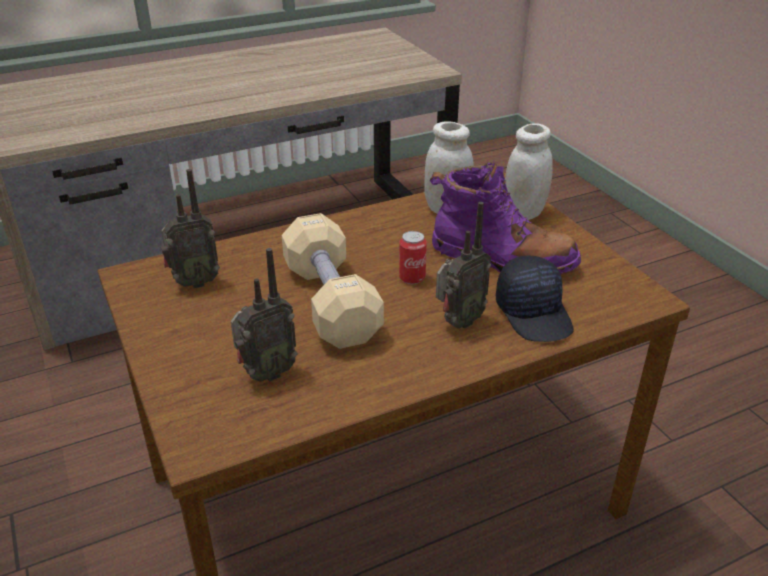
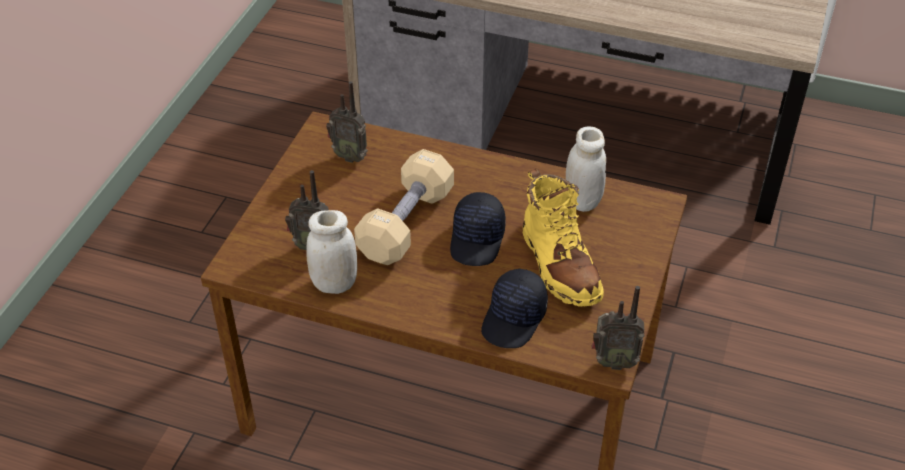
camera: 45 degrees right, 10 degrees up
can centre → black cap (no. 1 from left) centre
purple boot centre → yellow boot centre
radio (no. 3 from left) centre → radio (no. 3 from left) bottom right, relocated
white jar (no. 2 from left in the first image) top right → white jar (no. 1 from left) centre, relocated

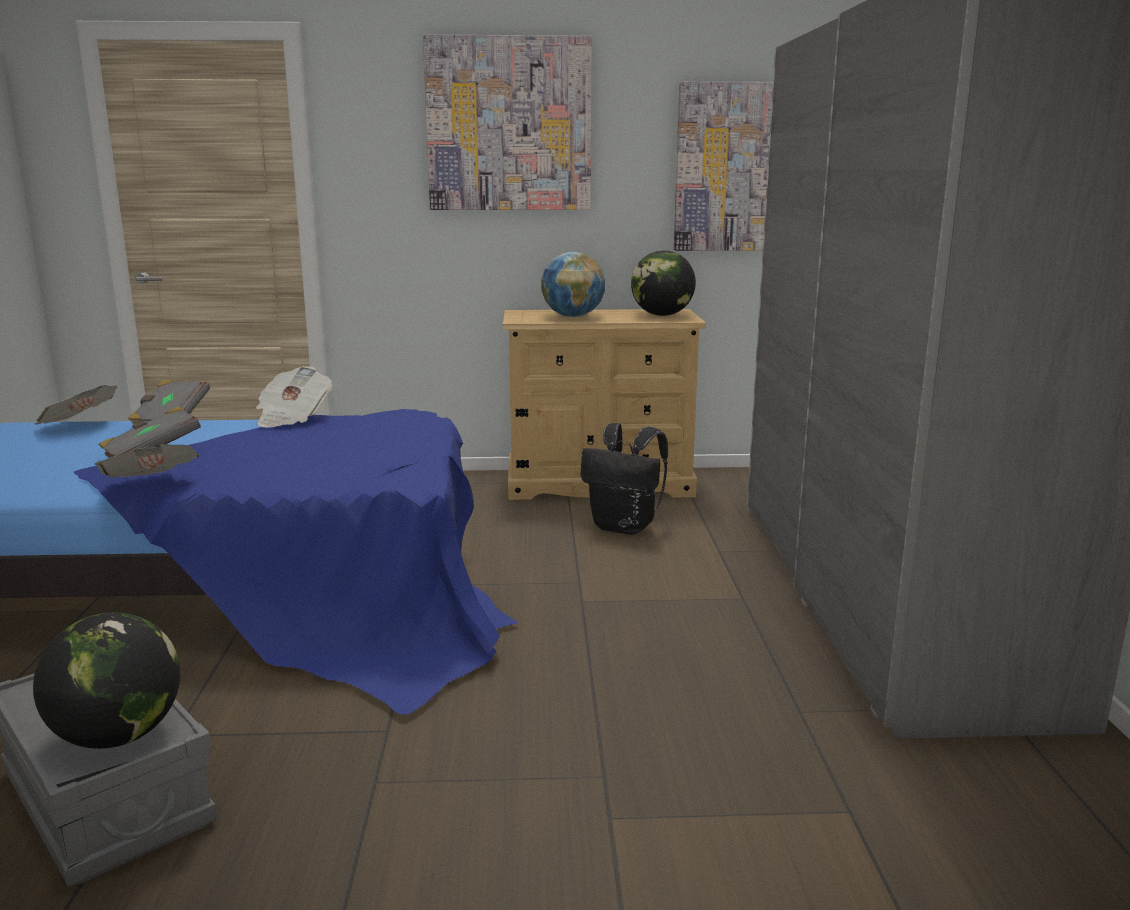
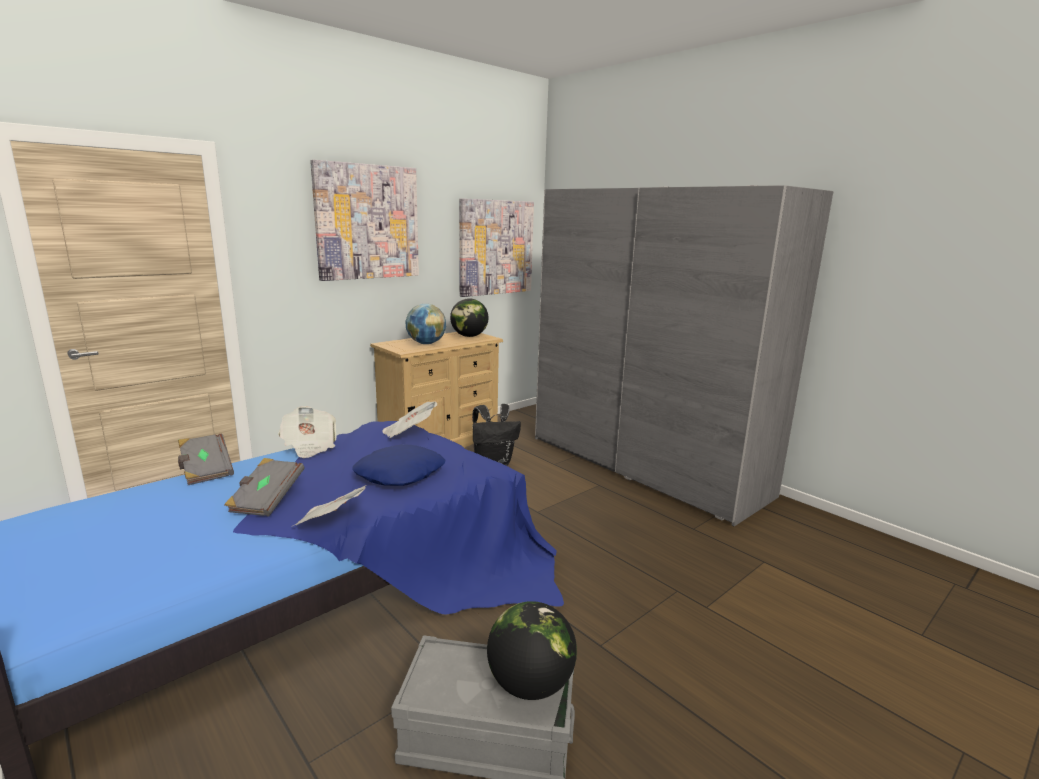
camera: 40 degrees left, 0 degrees up
newspaper (no. 1 from left in the first image) middle left → newspaper (no. 3 from left) centre, relocated
- → blue pillow centre

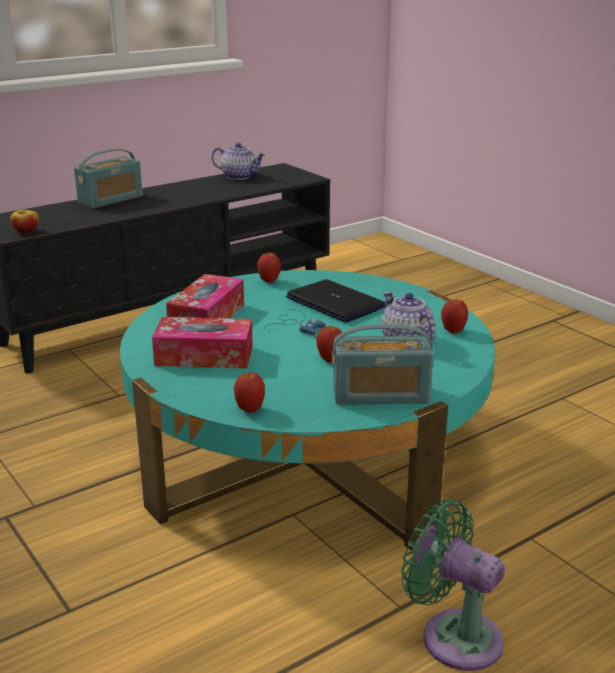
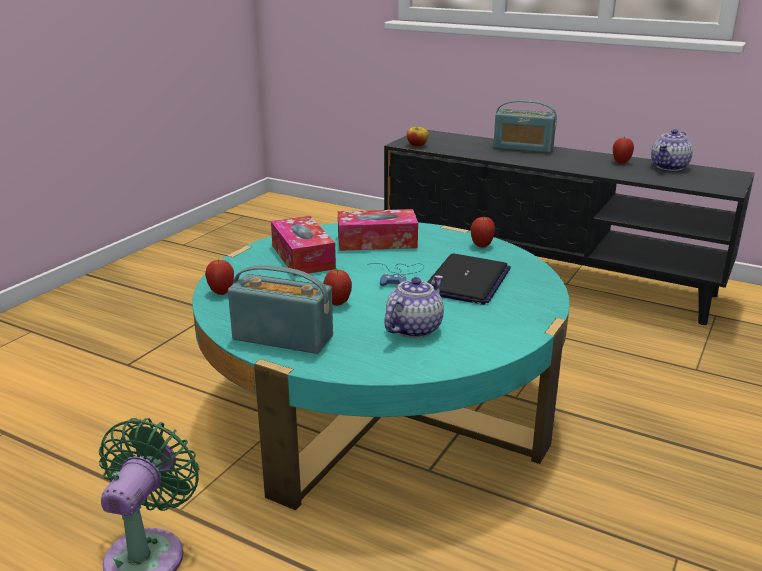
camera: 65 degrees right, 0 degrees up
teapot (no. 1 from left in the first image) top centre → teapot (no. 2 from left) top right, 45 degrees clockwise
radio (no. 2 from left in the first image) centre → radio (no. 1 from left) centre, 135 degrees clockwise
apple (no. 5 from left) middle right → apple (no. 5 from left) top right, relocated

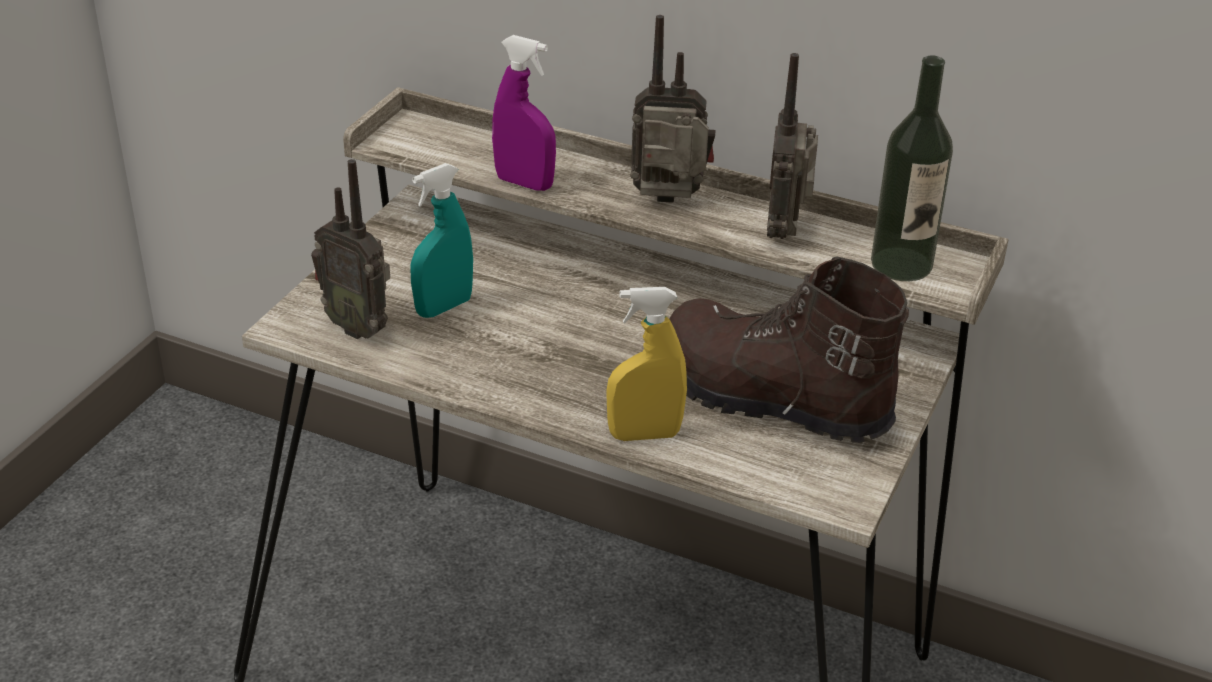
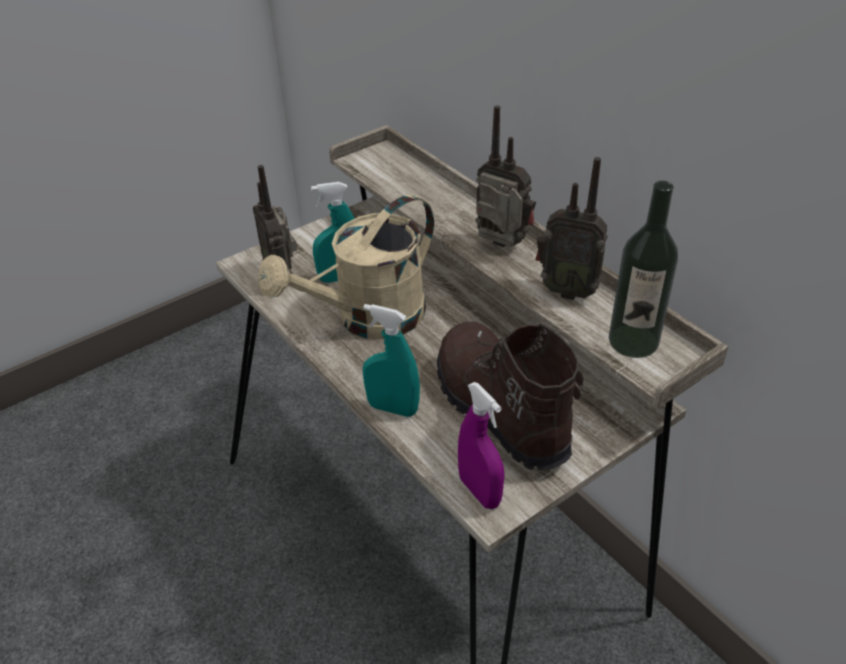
camera: 30 degrees right, 5 degrees up
purple spray bottle top centre → purple spray bottle bottom centre, relocated
yellow spray bottle centre → turquoise spray bottle (no. 2 from left) centre
radio (no. 3 from left) top centre → radio (no. 3 from left) middle right, 105 degrees counterclockwise
- → beige watering can centre

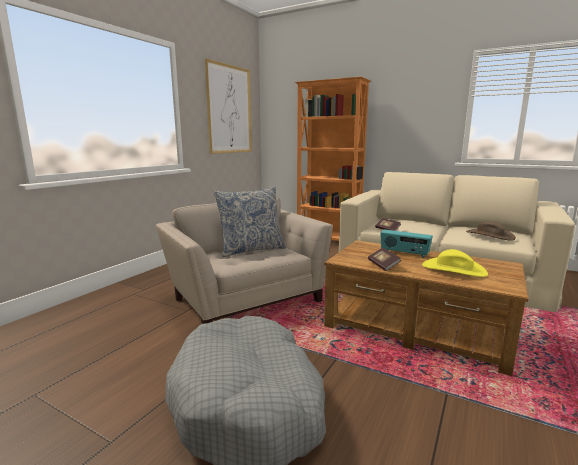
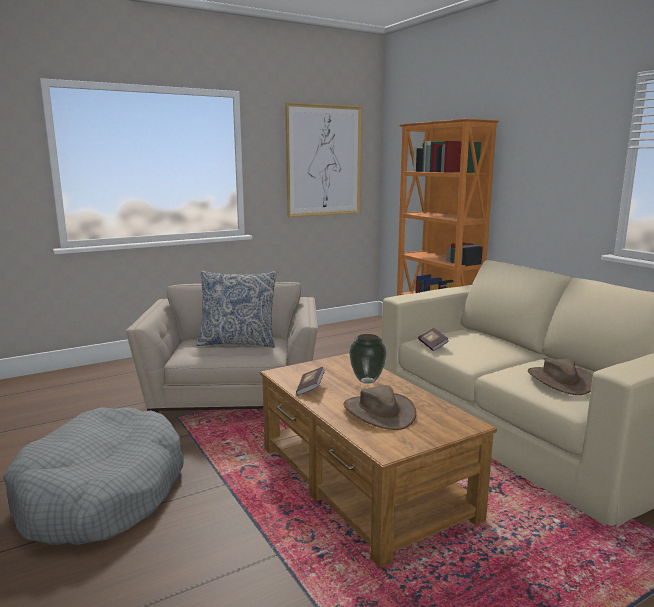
camera: 30 degrees right, 0 degrees up
radio middle right → vase centre
yellow hat middle right → brown hat (no. 1 from left) bottom centre

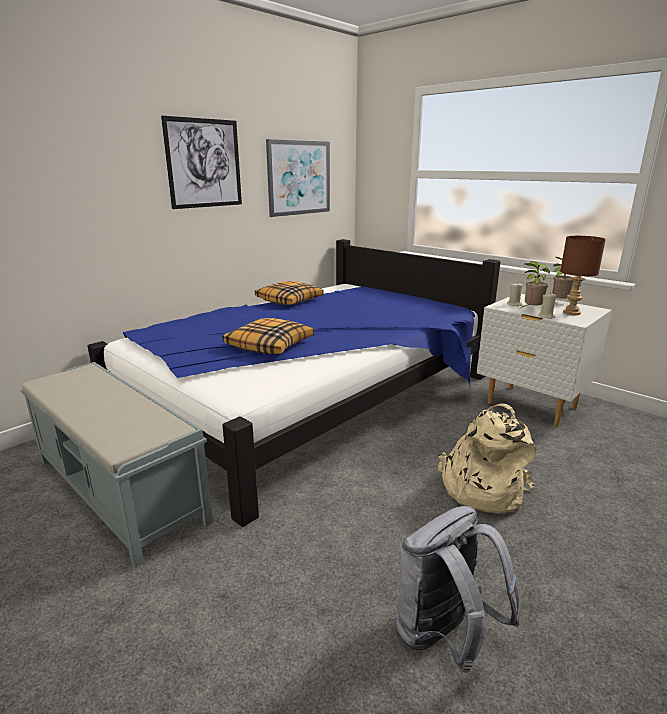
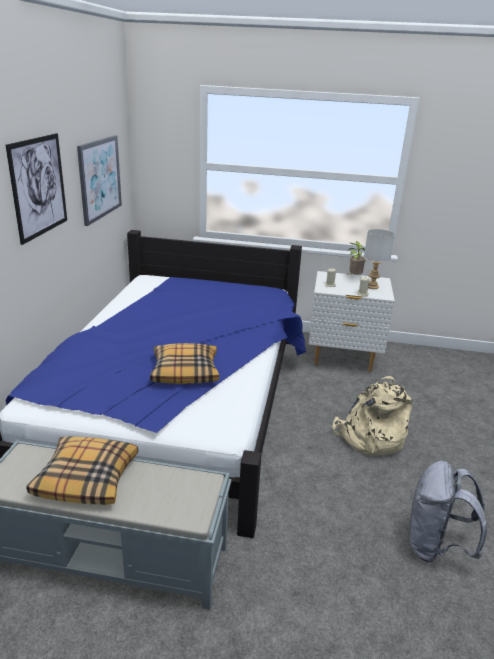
camera: 35 degrees left, 5 degrees up
pillow (no. 2 from left in the first image) centre → pillow (no. 1 from left) bottom left, relocated
potted plant (no. 1 from left) middle right → -
brown table lamp middle right → grey table lamp middle right

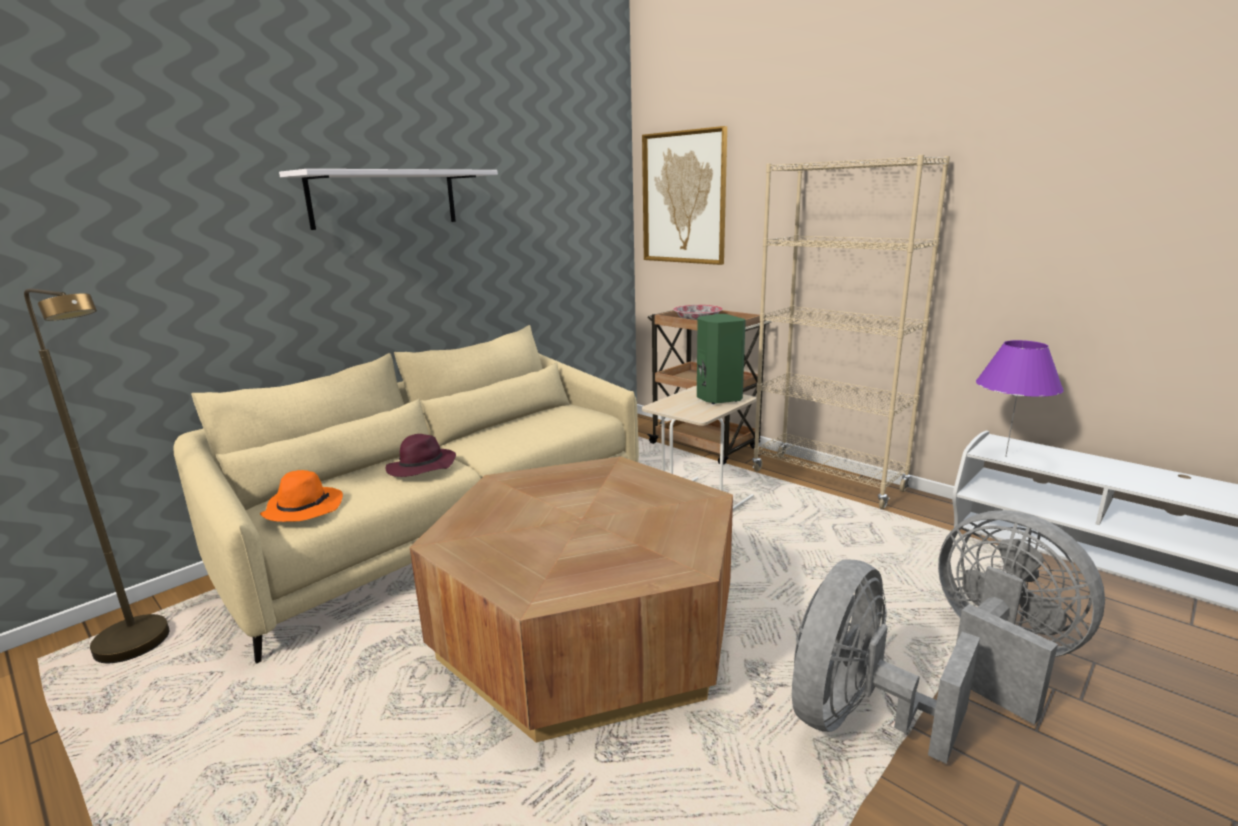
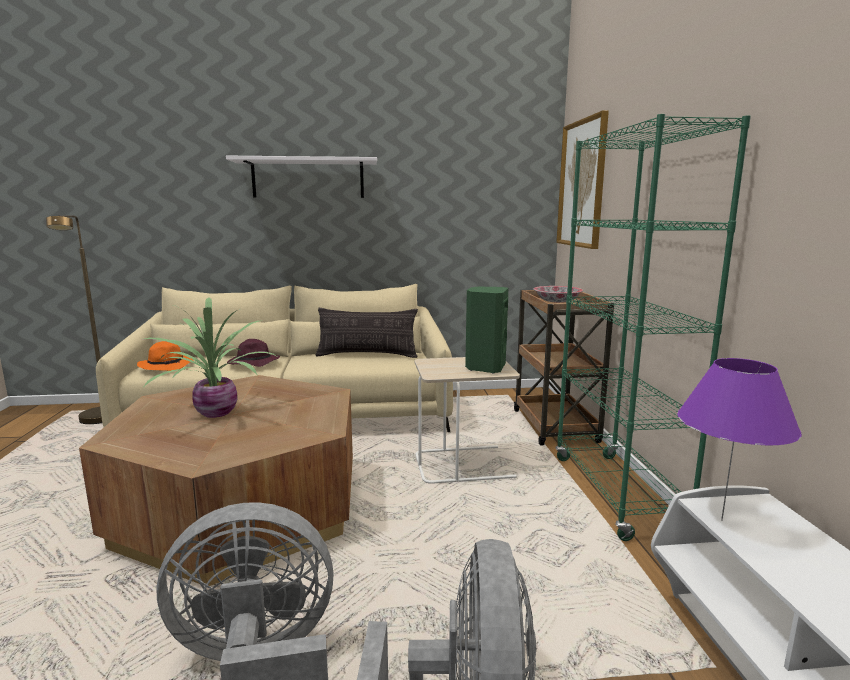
camera: 40 degrees right, 5 degrees down
beige bookcase middle right → green bookcase middle right
- → potted plant middle left
- → pillow centre

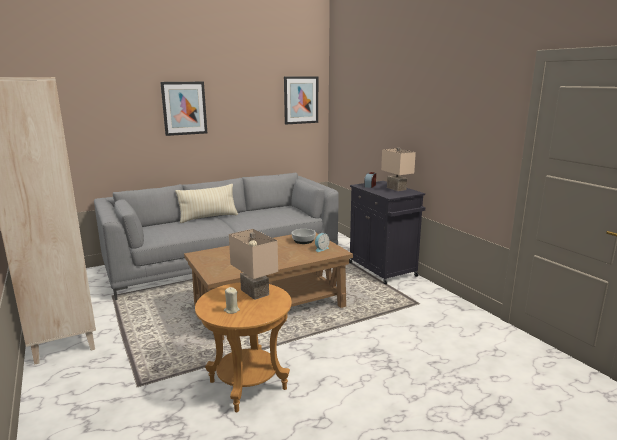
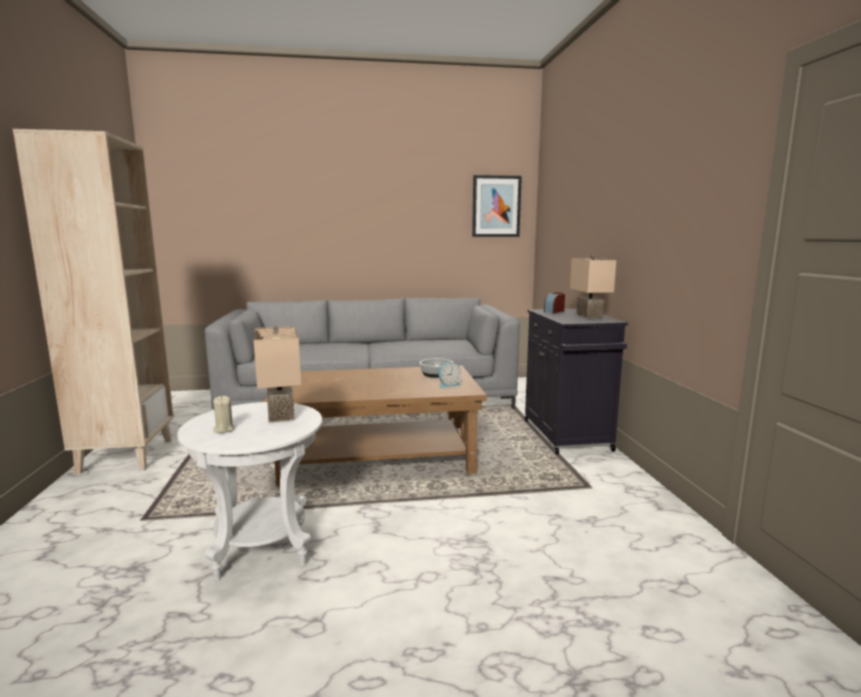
camera: 20 degrees right, 5 degrees down
picture (no. 1 from left) top left → -
beige pillow centre → -
brown side table bottom centre → white side table bottom left

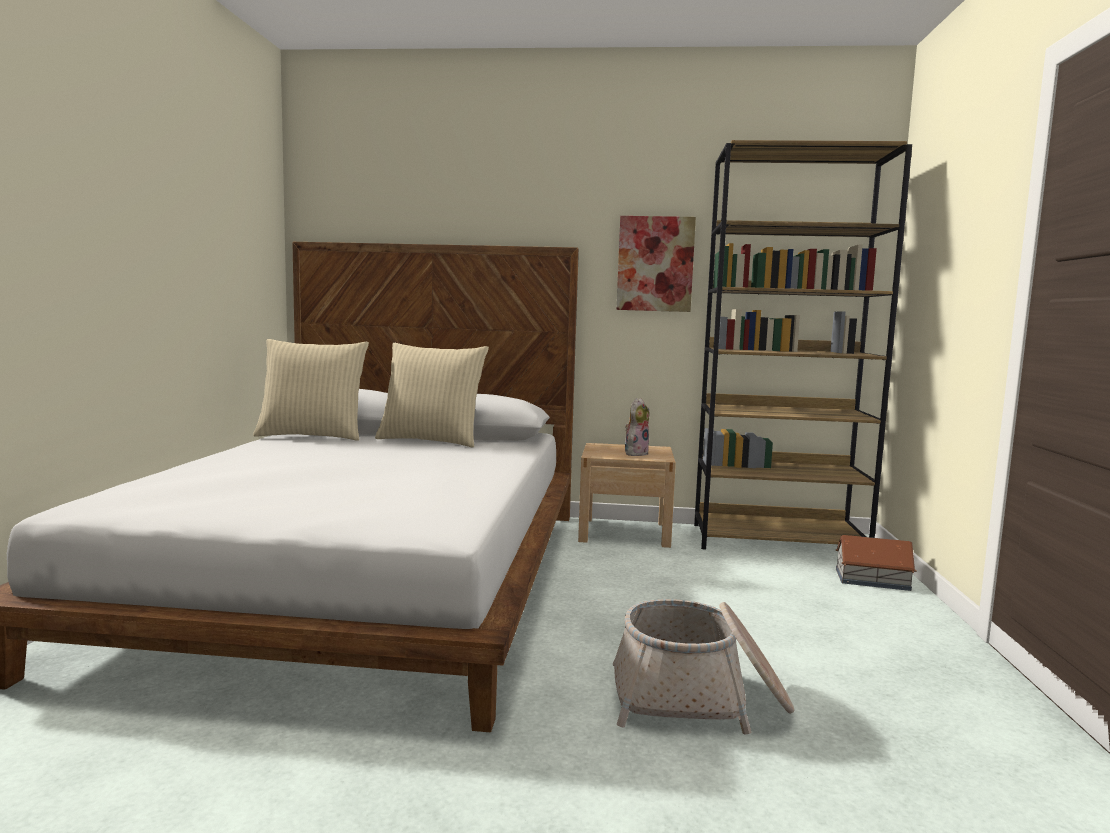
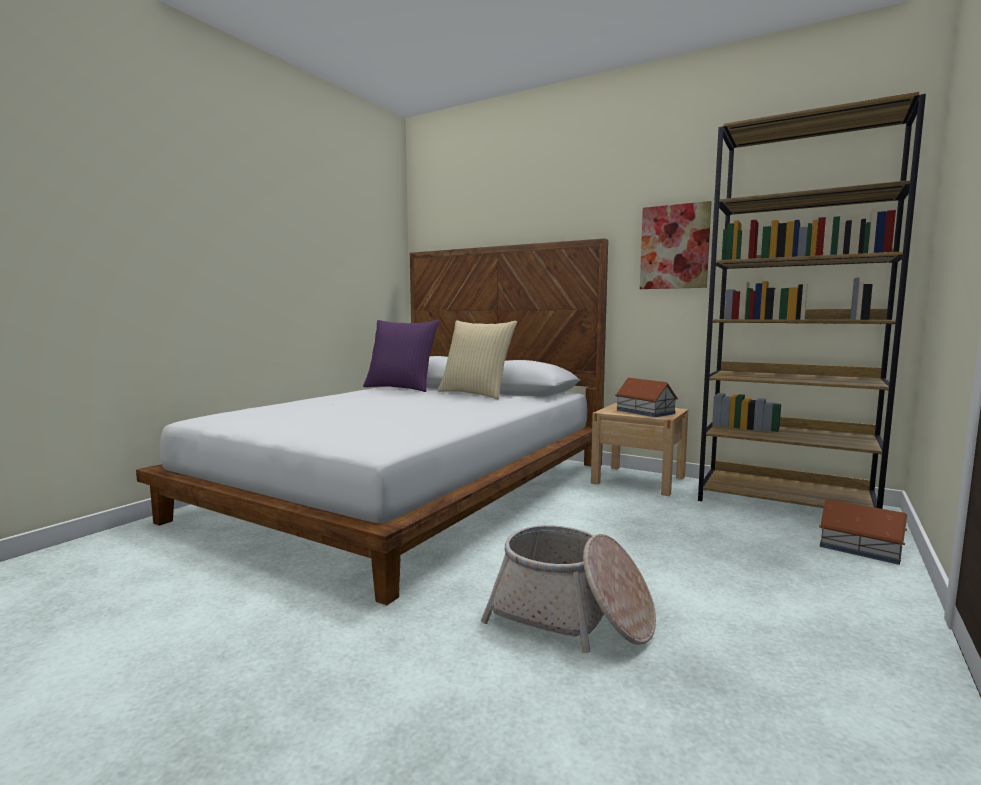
camera: 25 degrees right, 0 degrees up
beige pillow (no. 1 from left) middle left → purple pillow centre
plush toy centre → toy house (no. 1 from left) centre

